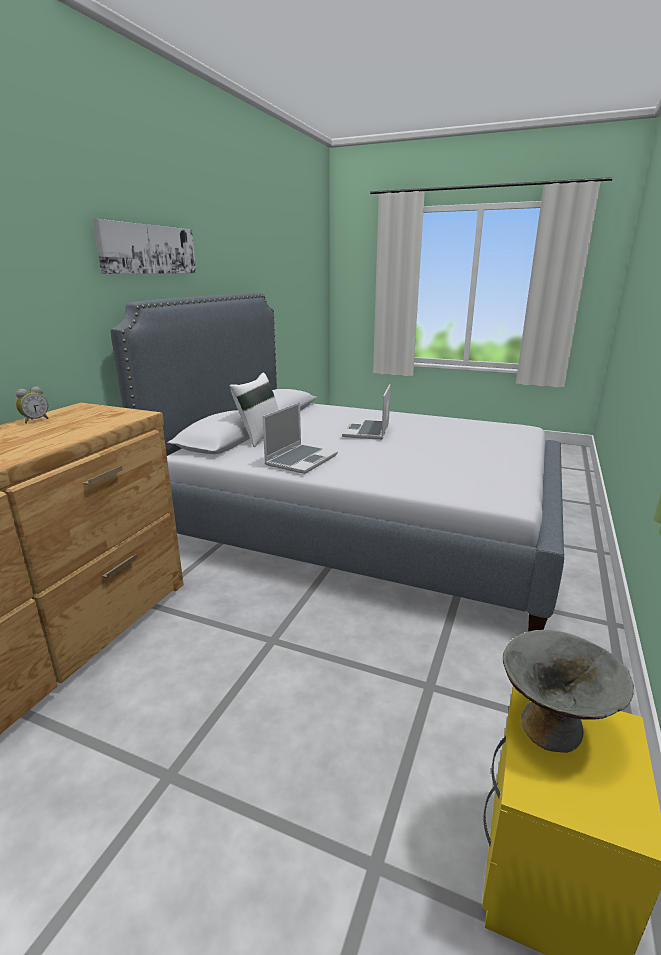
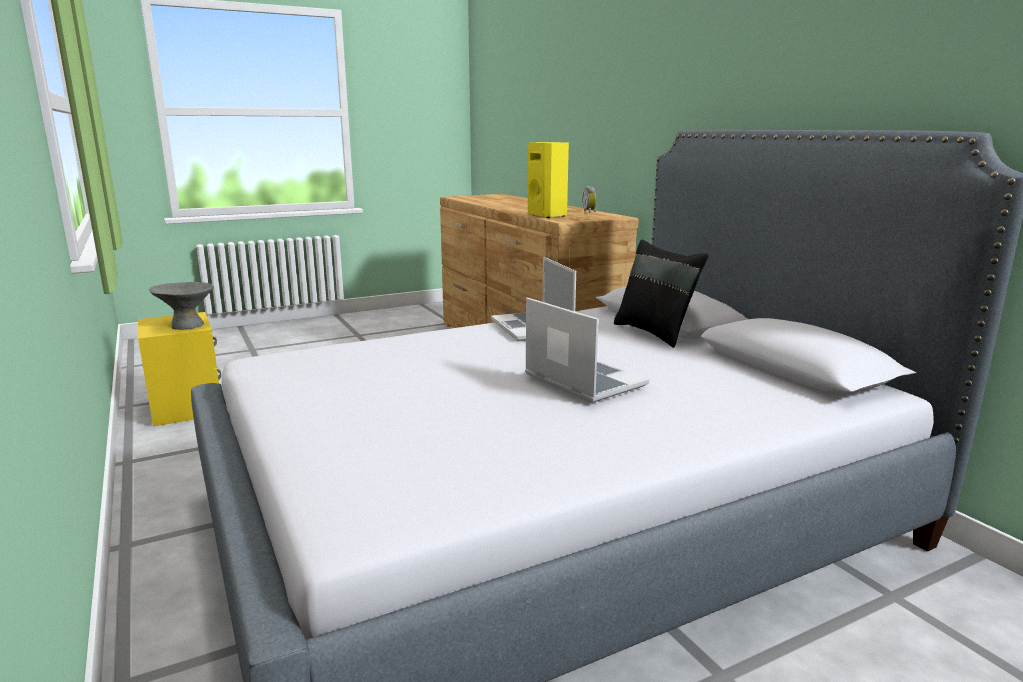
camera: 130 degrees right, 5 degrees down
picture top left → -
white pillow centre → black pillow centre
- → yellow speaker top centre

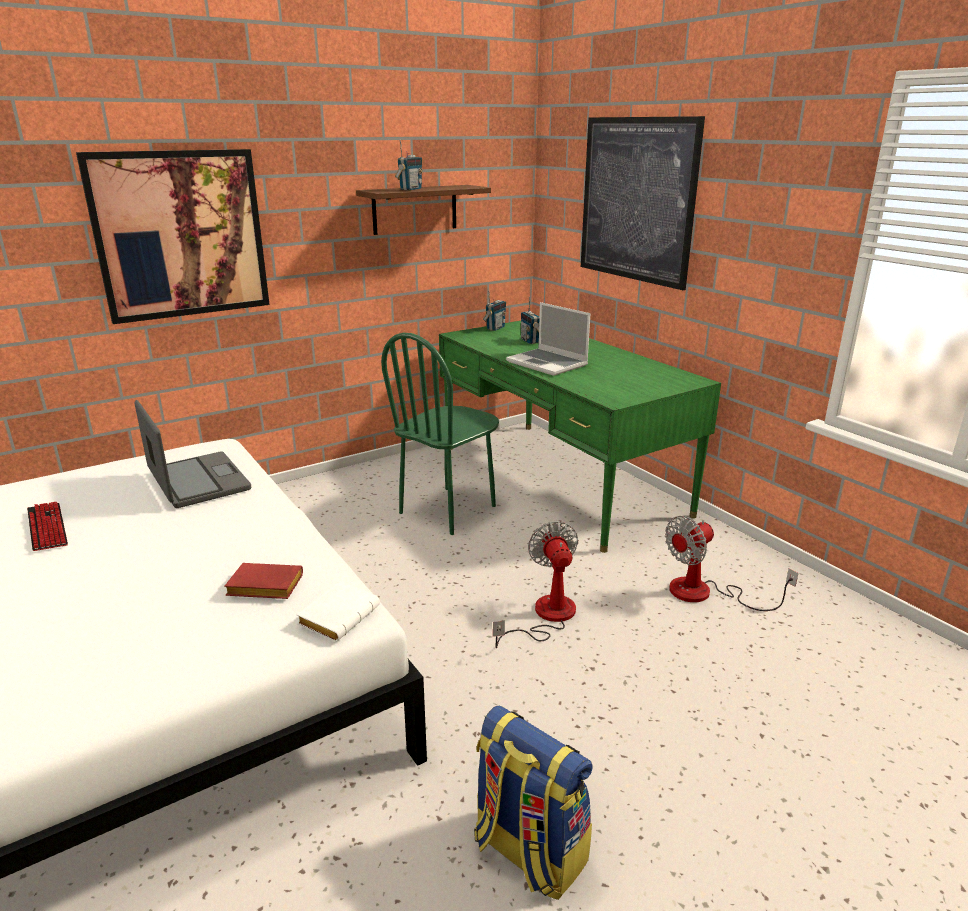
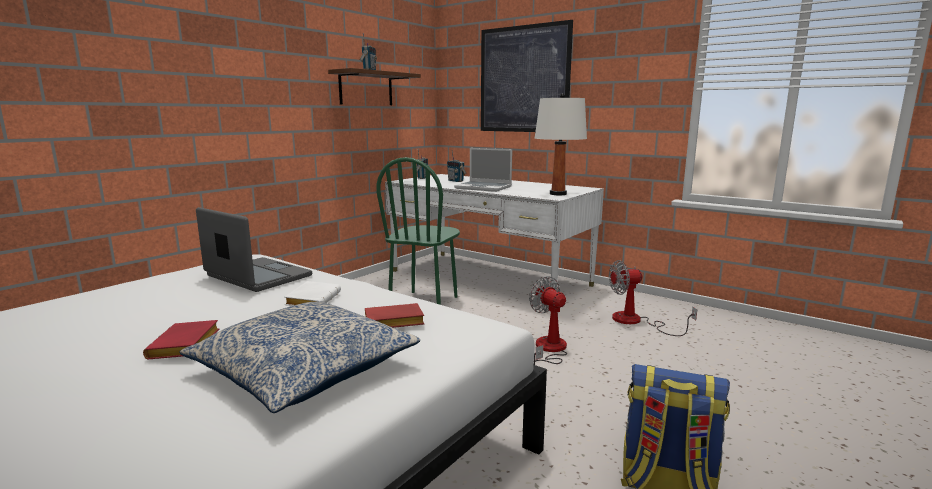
camera: 20 degrees left, 10 degrees down
keyboard middle left → -
picture (no. 1 from left) top left → -
white book bottom centre → white book centre, relocated
green desk centre → white desk centre
fan (no. 2 from left) middle right, 45 degrees clockwise
- → red book (no. 1 from left) bottom left
- → pillow bottom left
- → white table lamp top centre

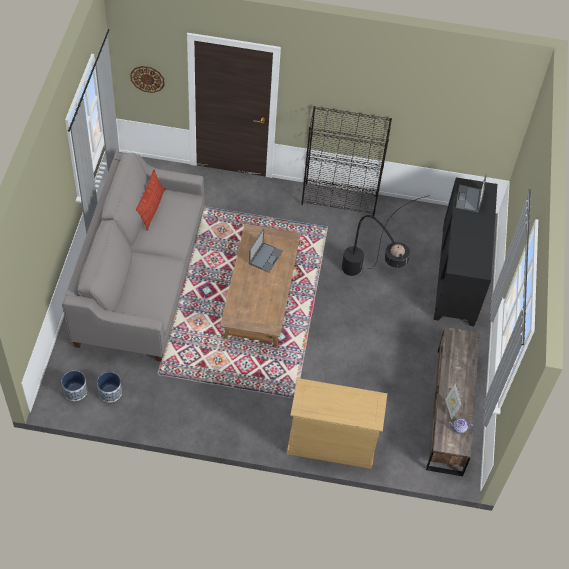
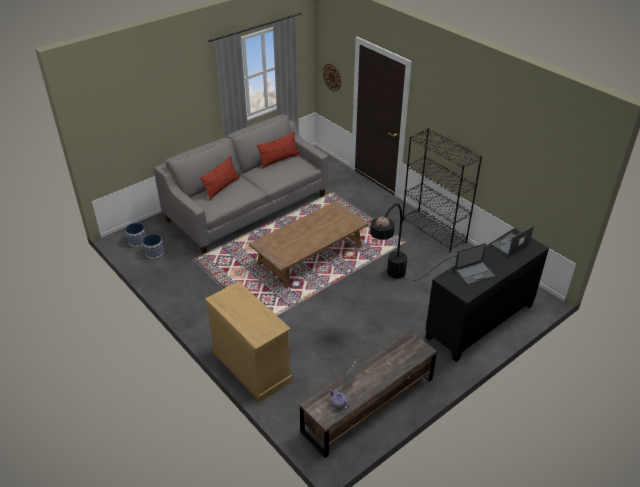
camera: 45 degrees right, 15 degrees down
laptop (no. 1 from left) centre → laptop (no. 1 from left) middle right, relocated
- → pillow (no. 1 from left) centre

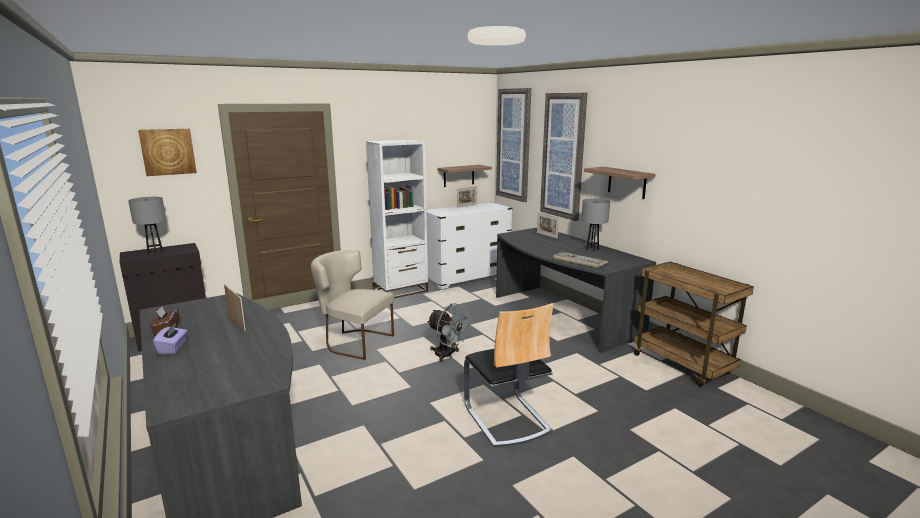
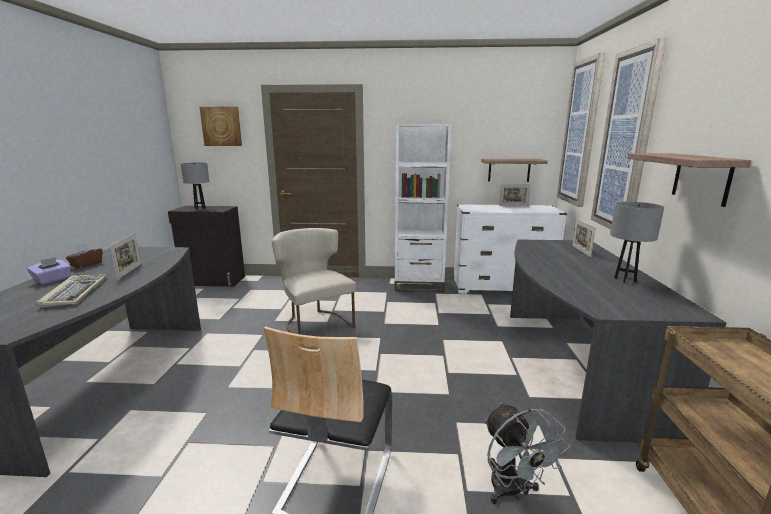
camera: 35 degrees right, 0 degrees up
grey fan centre → grey fan bottom right, relocated
keyboard centre → keyboard middle left, relocated

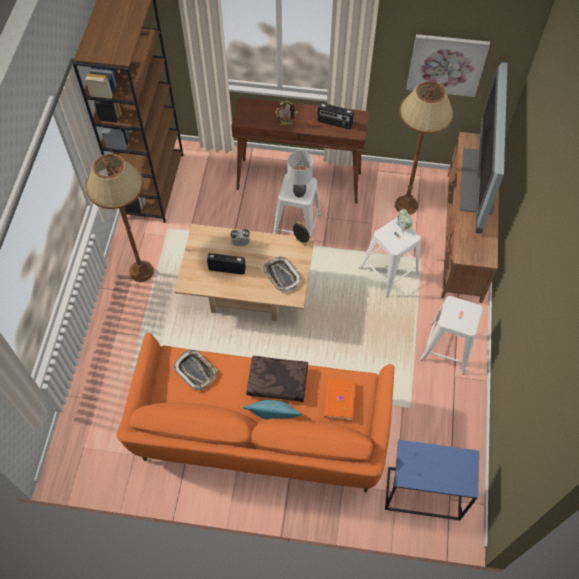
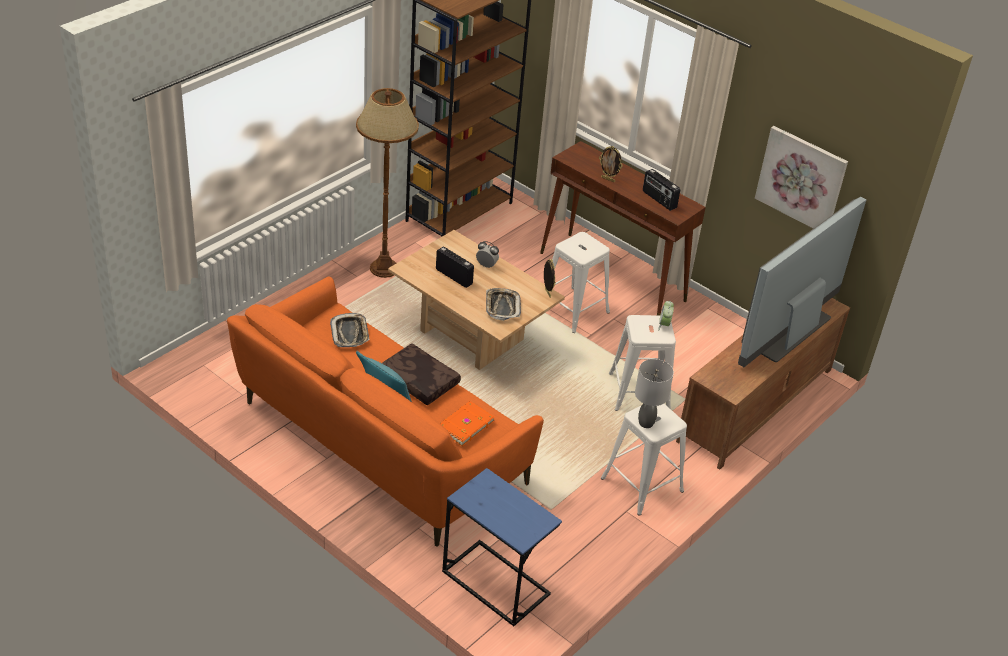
camera: 30 degrees right, 20 degrees down
grey table lamp top centre → grey table lamp centre, relocated
brown floor lamp (no. 2 from left) top right → -

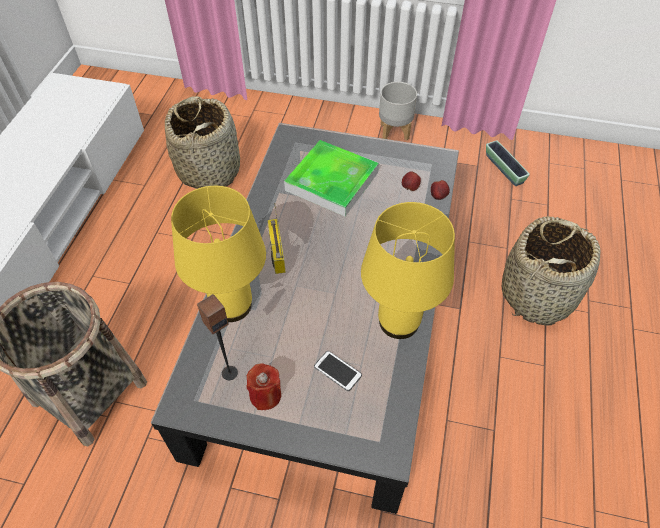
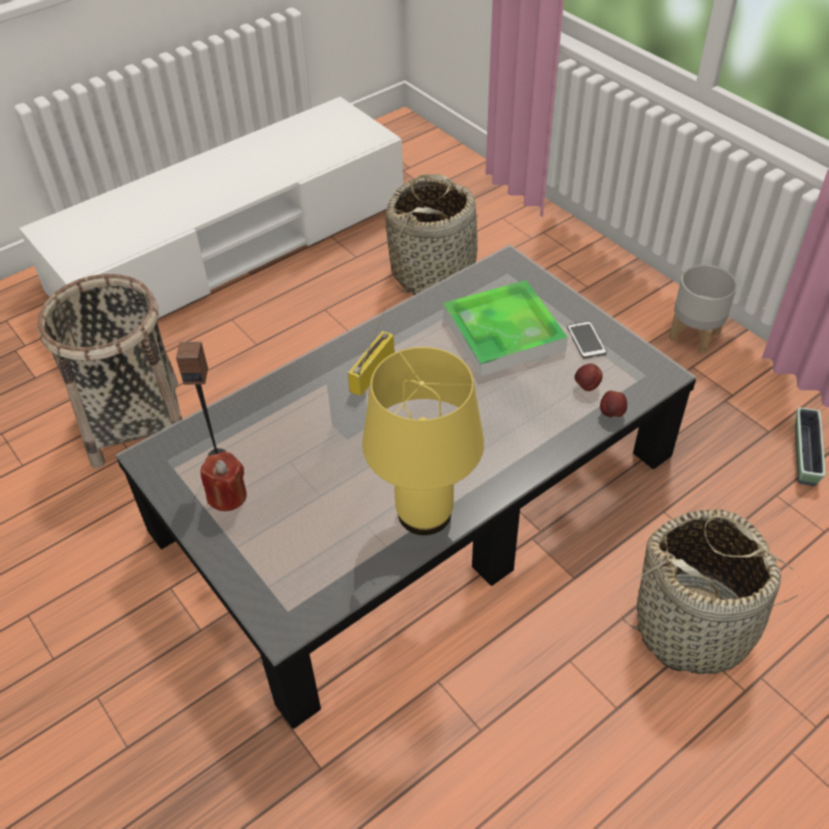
camera: 40 degrees right, 5 degrees down
yellow table lamp (no. 1 from left) middle left → -
phone bottom centre → phone middle right, relocated

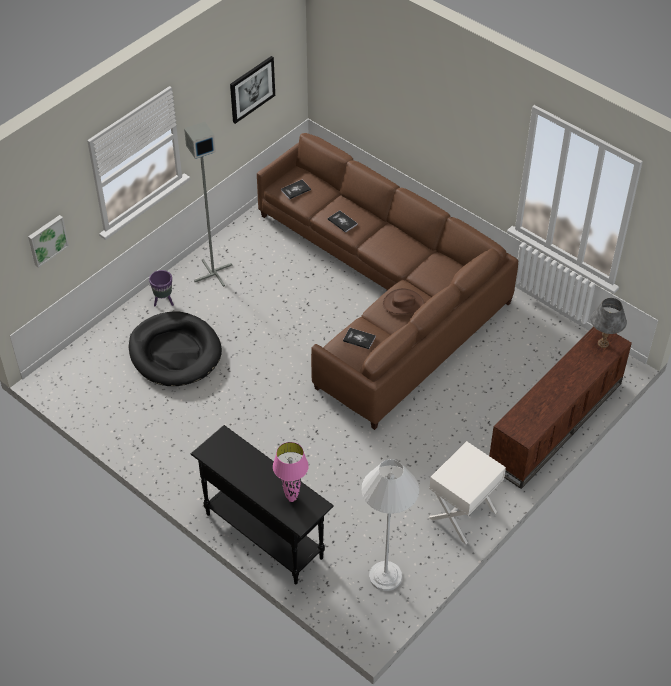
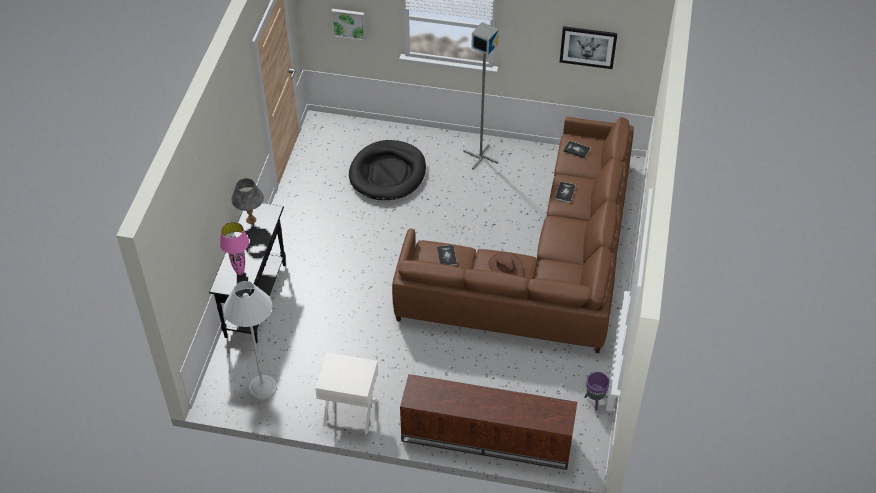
camera: 60 degrees right, 0 degrees up
purple planter middle left → purple planter bottom right, relocated
grey table lamp middle right → grey table lamp middle left, relocated

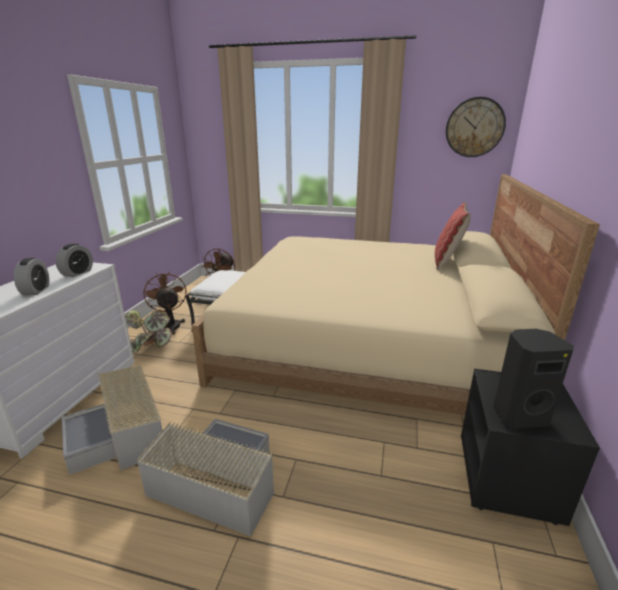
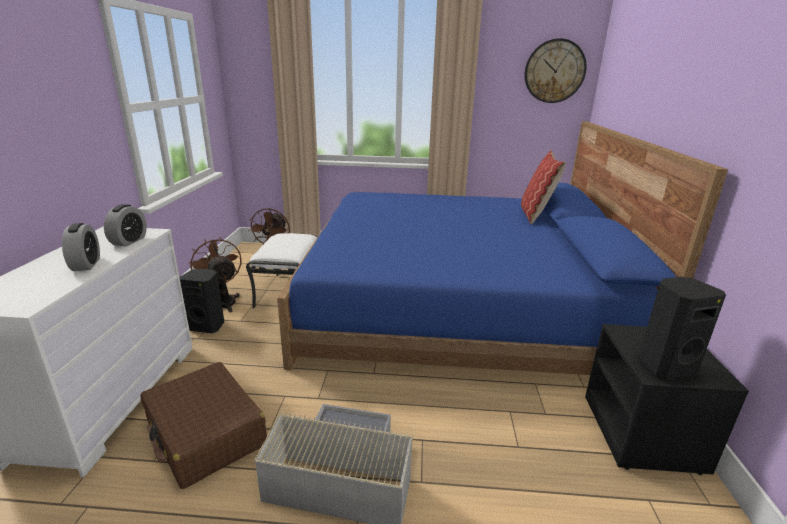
camera: 10 degrees left, 0 degrees up
grey storage box (no. 1 from left) bottom left → brown suitcase bottom left
potted plant middle left → black speaker (no. 1 from left) middle left
beige bed centre → blue bed centre

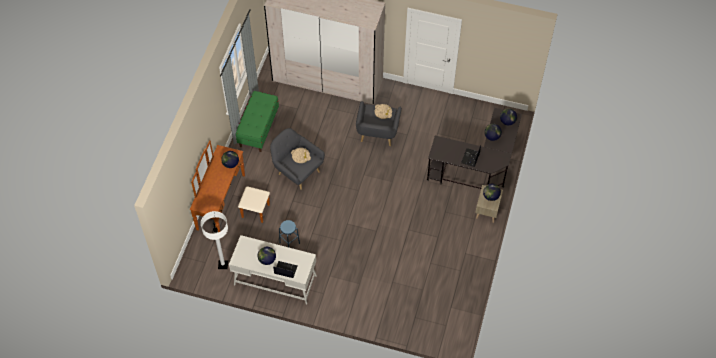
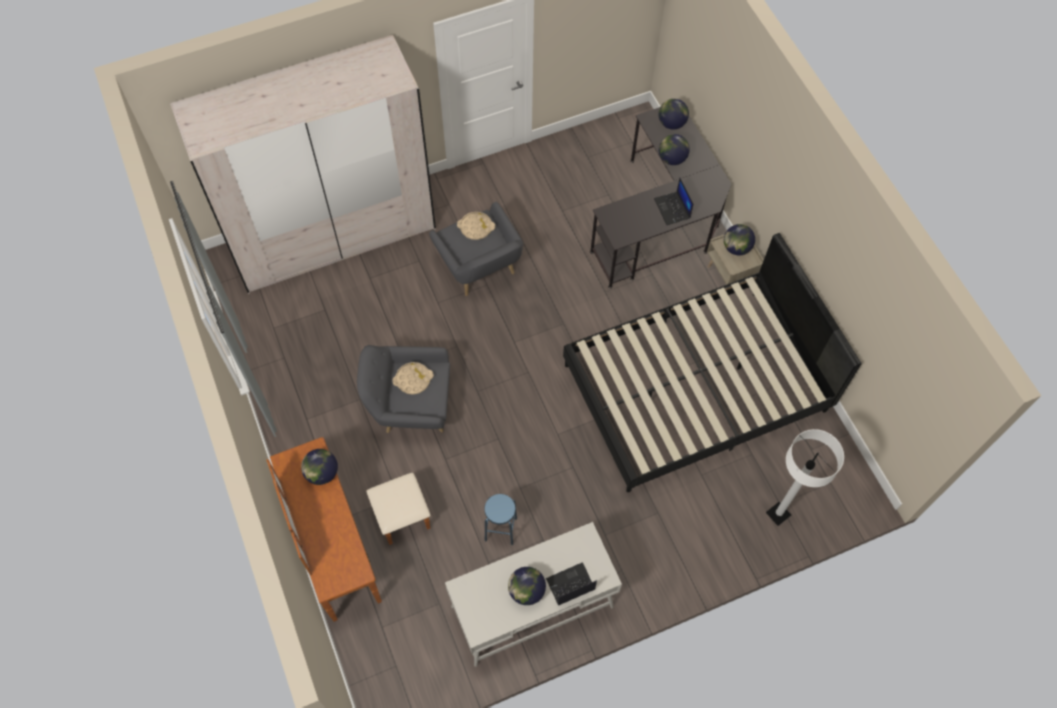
camera: 40 degrees left, 5 degrees up
white floor lamp bottom left → white floor lamp bottom right, relocated
green bench centre → -
- → black bed middle right

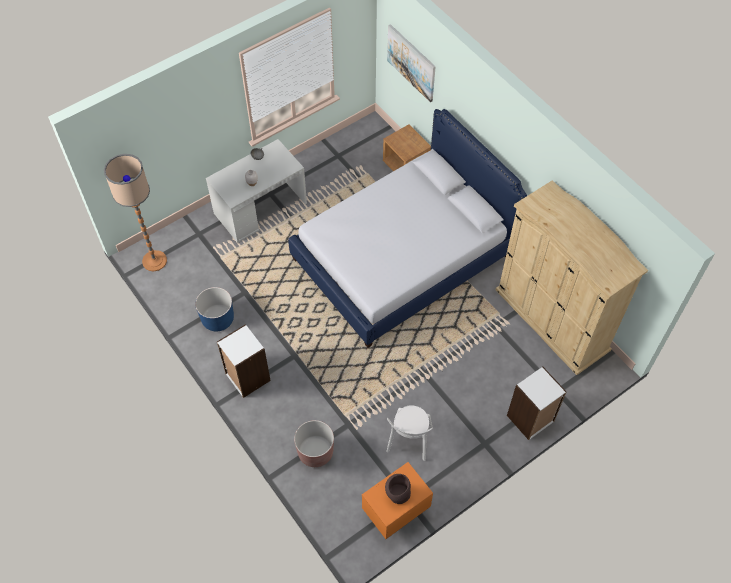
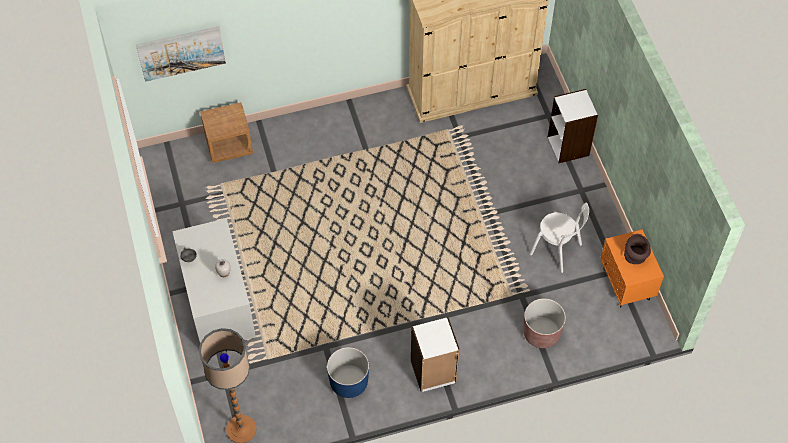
camera: 70 degrees left, 0 degrees up
bed centre → -

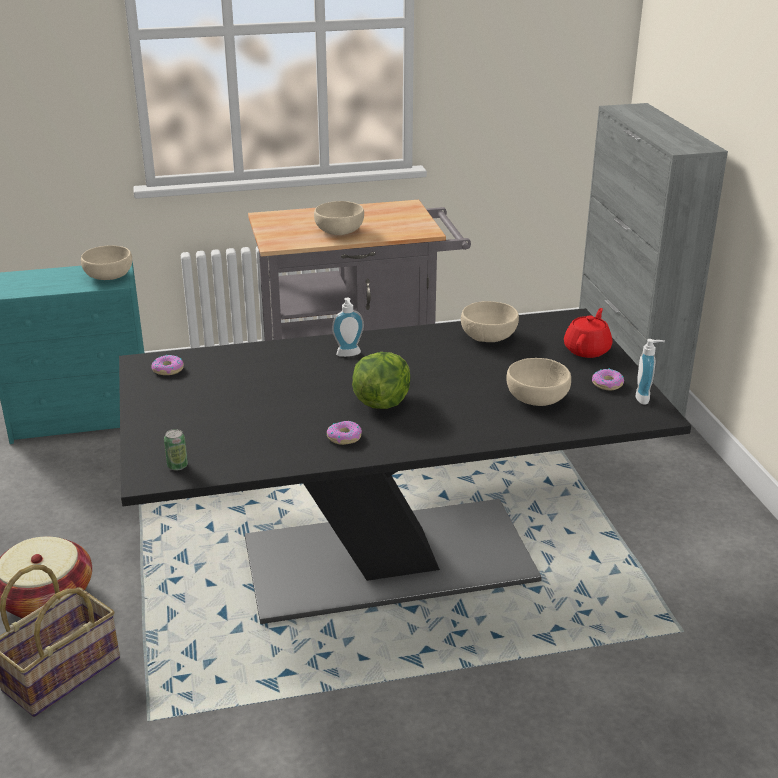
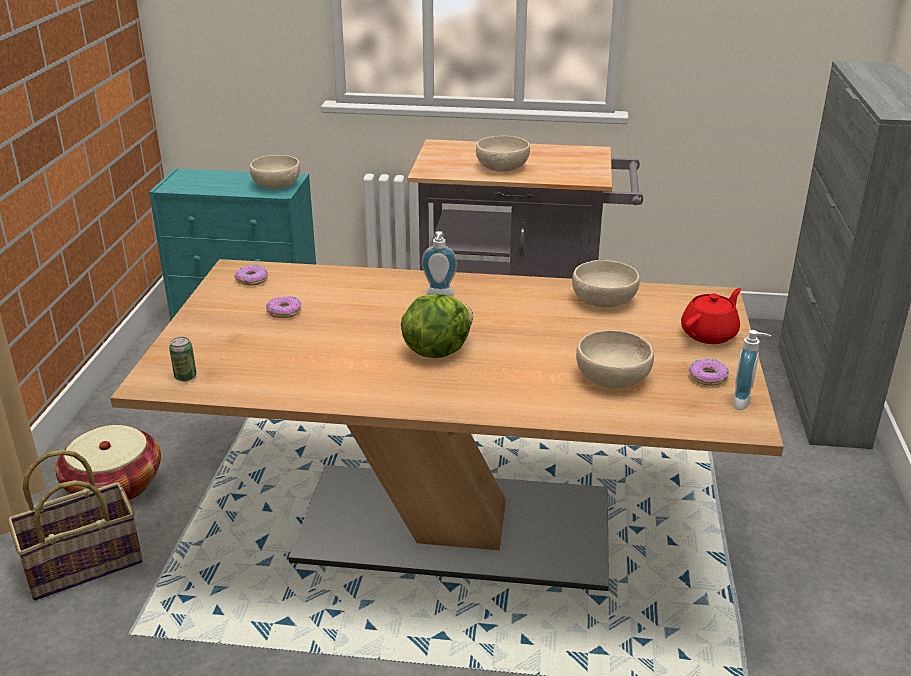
camera: 20 degrees right, 0 degrees up
black dining table centre → beige dining table centre
donut (no. 2 from left) centre → donut (no. 2 from left) middle left, relocated

